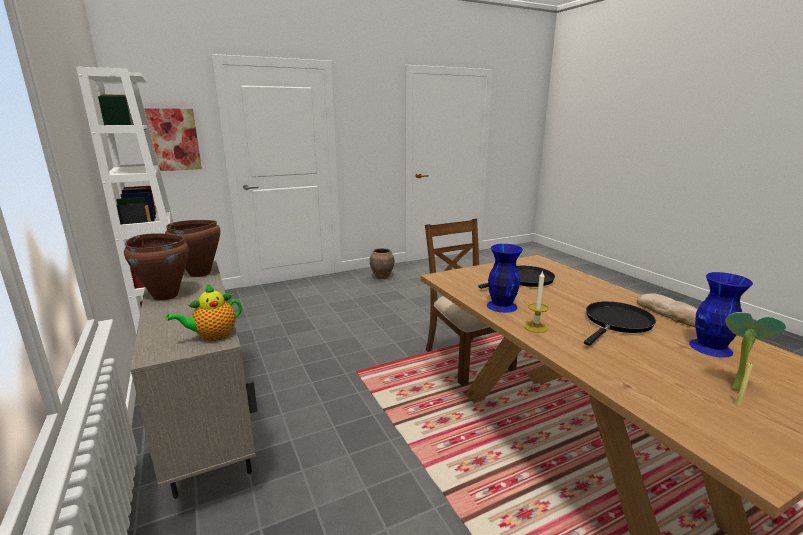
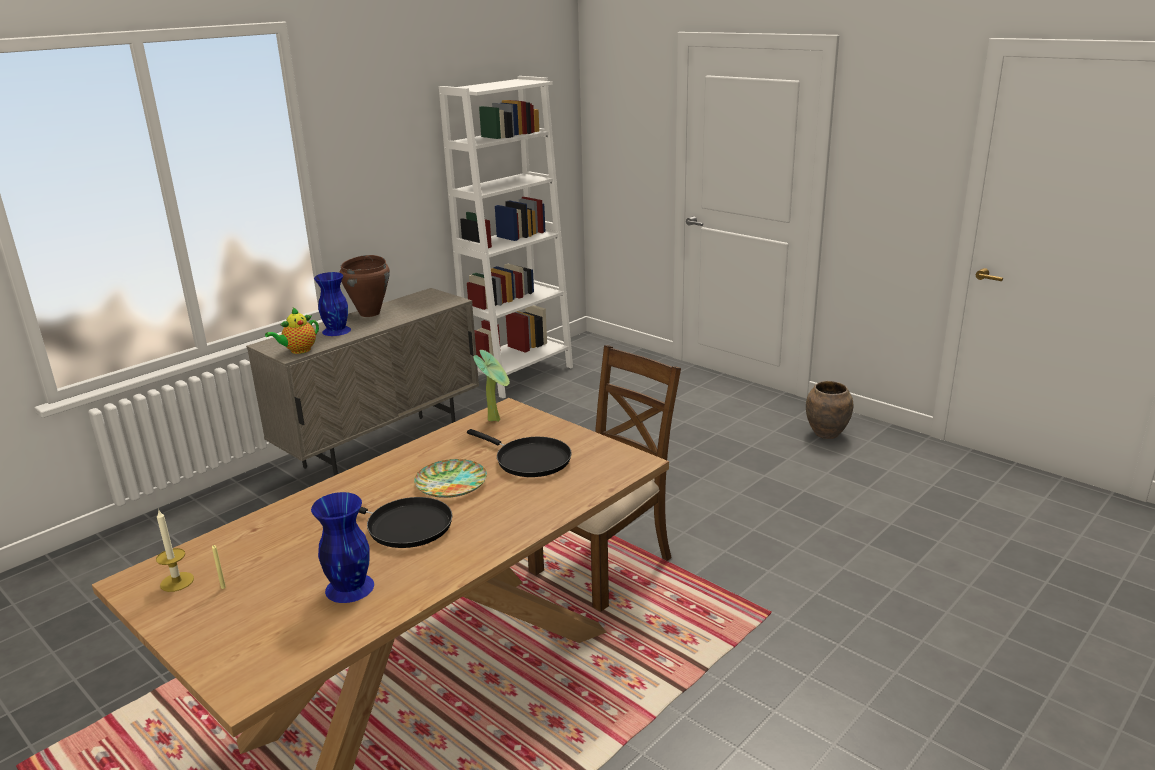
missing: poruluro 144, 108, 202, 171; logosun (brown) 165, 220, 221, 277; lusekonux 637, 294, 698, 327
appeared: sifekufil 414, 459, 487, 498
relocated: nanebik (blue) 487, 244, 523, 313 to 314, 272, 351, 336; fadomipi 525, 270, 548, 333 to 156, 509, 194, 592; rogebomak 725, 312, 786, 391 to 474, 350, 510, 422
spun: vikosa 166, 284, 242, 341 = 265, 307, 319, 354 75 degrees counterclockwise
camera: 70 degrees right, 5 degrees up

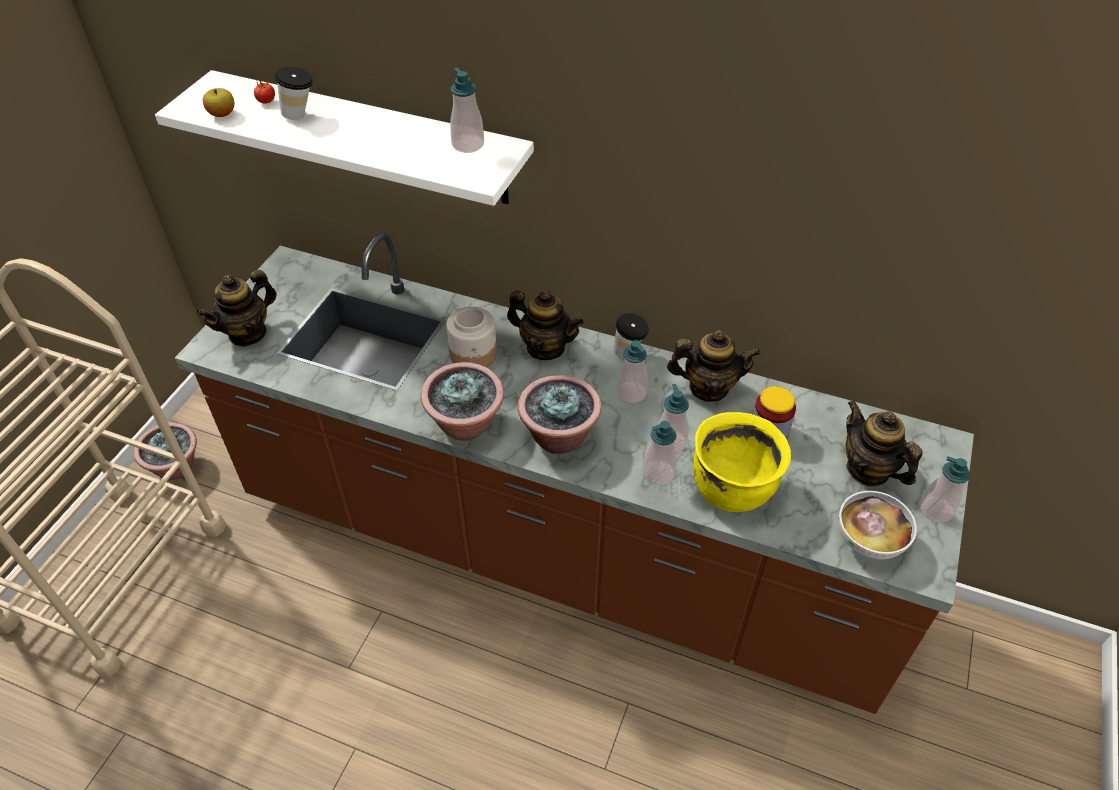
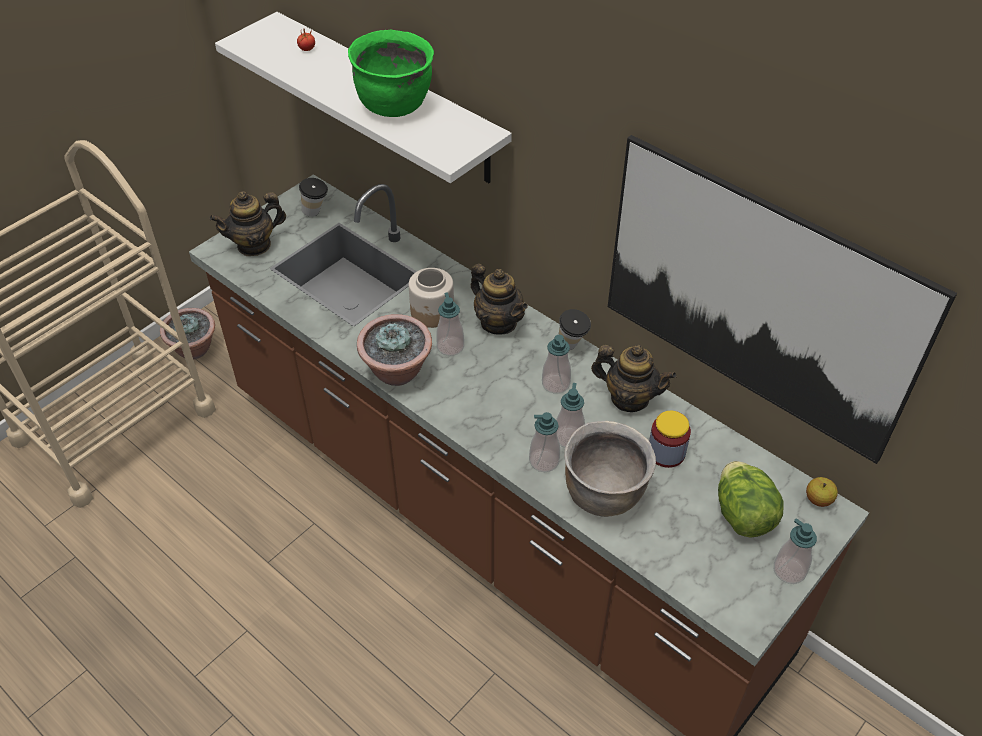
missing: rogebomak 518, 375, 601, 454; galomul 838, 491, 917, 560
appeared: logosun (green) 348, 30, 434, 117; poruluro 608, 135, 957, 464
relocated: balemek 275, 67, 313, 120 to 299, 178, 328, 217; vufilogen 450, 68, 484, 153 to 436, 292, 464, 356; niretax 203, 88, 235, 117 to 806, 477, 838, 507
exchanged: vikosa 846, 400, 923, 487 to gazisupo 718, 461, 784, 538
colour: logosun (yellow) 693, 412, 791, 512 to logosun (brown) 564, 421, 656, 517
camera: 20 degrees right, 0 degrees up

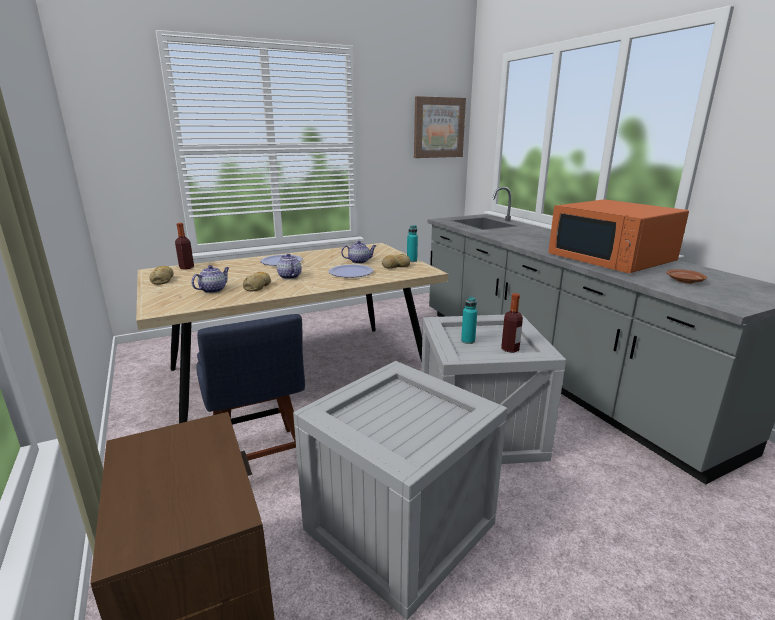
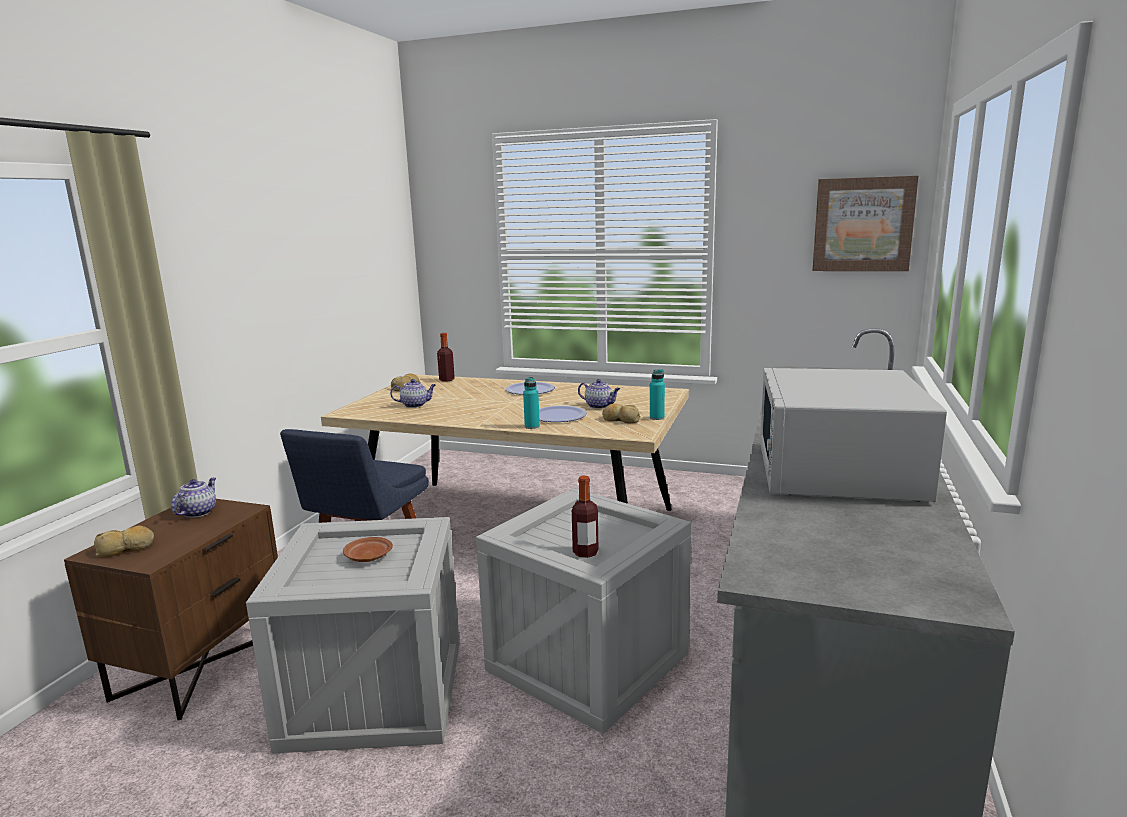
relocated: vikosa 277, 254, 302, 279 to 171, 478, 216, 518; sifekufil (brown) 666, 269, 707, 284 to 343, 537, 393, 562; lusekonux 243, 272, 271, 291 to 94, 526, 154, 557; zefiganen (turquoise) 461, 296, 477, 344 to 523, 377, 540, 429
colour: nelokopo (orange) 548, 199, 689, 273 to nelokopo (white) 760, 368, 947, 502
camera: 45 degrees right, 5 degrees down

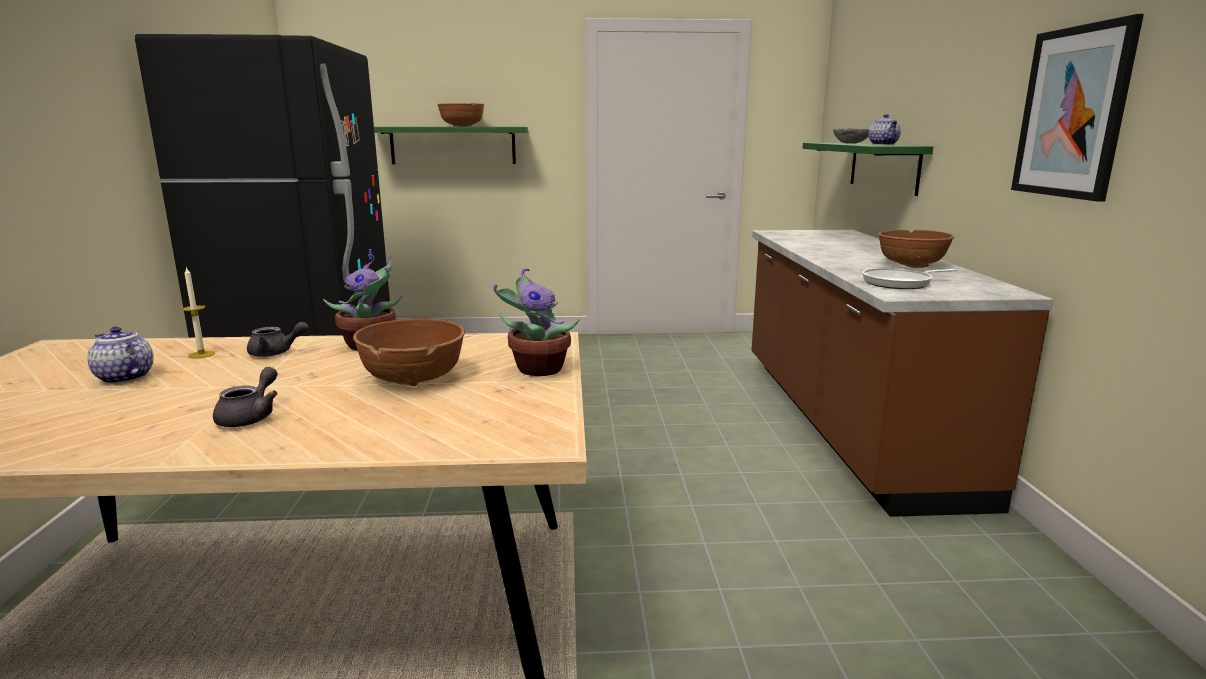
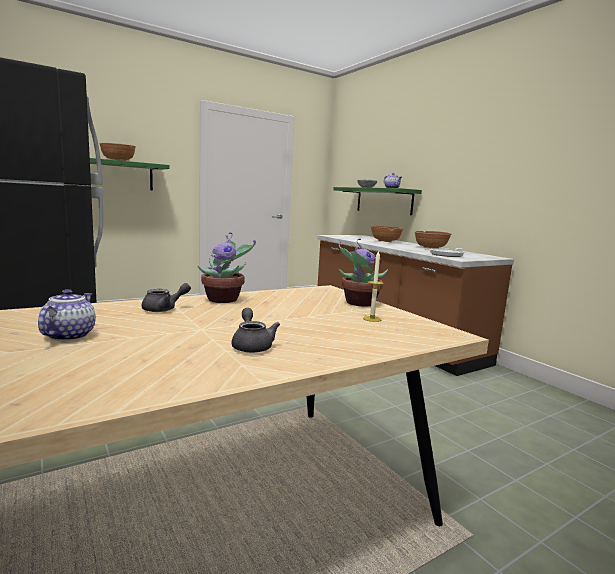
missing: poruluro 1011, 14, 1144, 202
relocated: fadomipi 182, 267, 215, 359 to 363, 250, 383, 322; galomul (brown) 353, 319, 465, 386 to 371, 226, 403, 242
spun: vikosa 87, 327, 154, 384 = 38, 289, 96, 341 90 degrees clockwise
camera: 30 degrees left, 5 degrees down

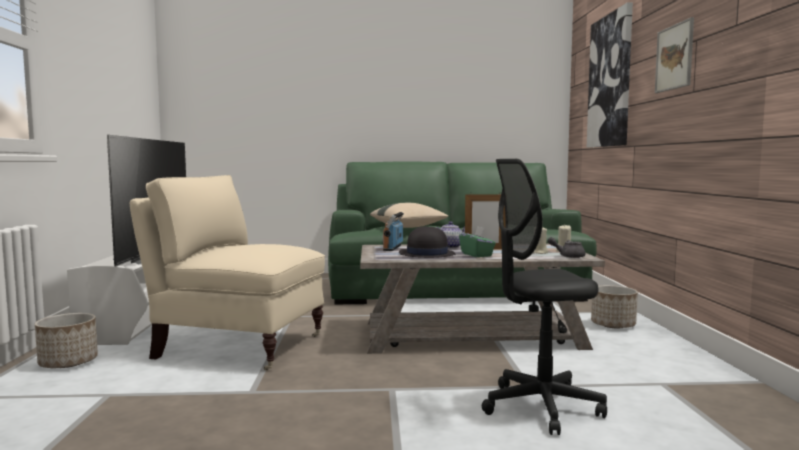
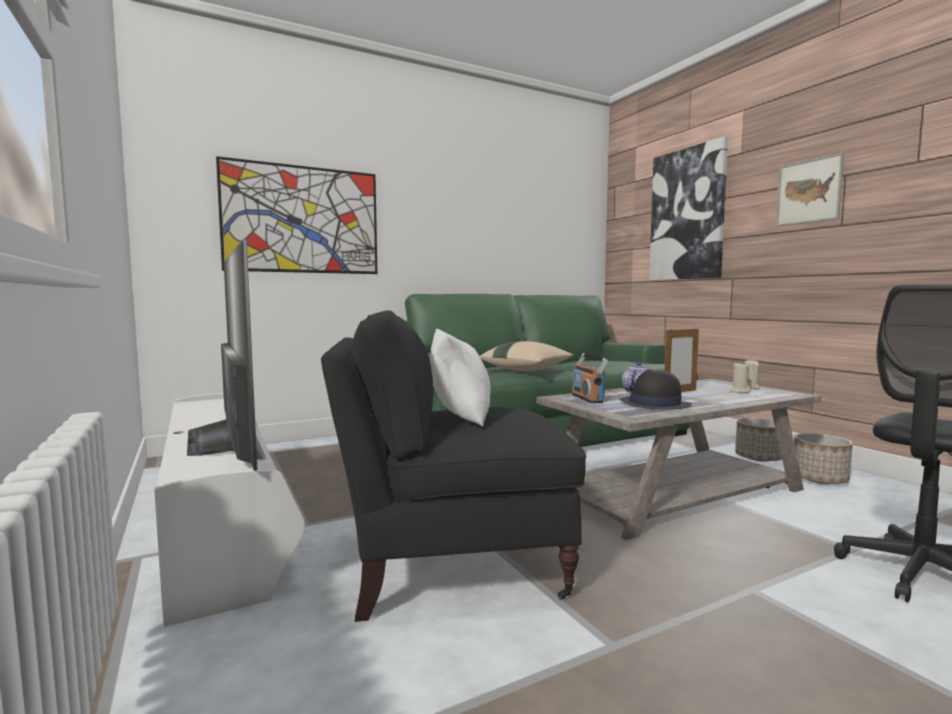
missing: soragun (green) 459, 226, 496, 257; vikosa (grey) 547, 237, 585, 258
appeared: poruluro 216, 156, 377, 274; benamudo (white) 430, 329, 490, 426
relocated: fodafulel 35, 313, 98, 368 to 794, 433, 853, 484
colour: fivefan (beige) 130, 175, 325, 371 to fivefan (black) 321, 310, 586, 622
camera: 25 degrees left, 0 degrees up

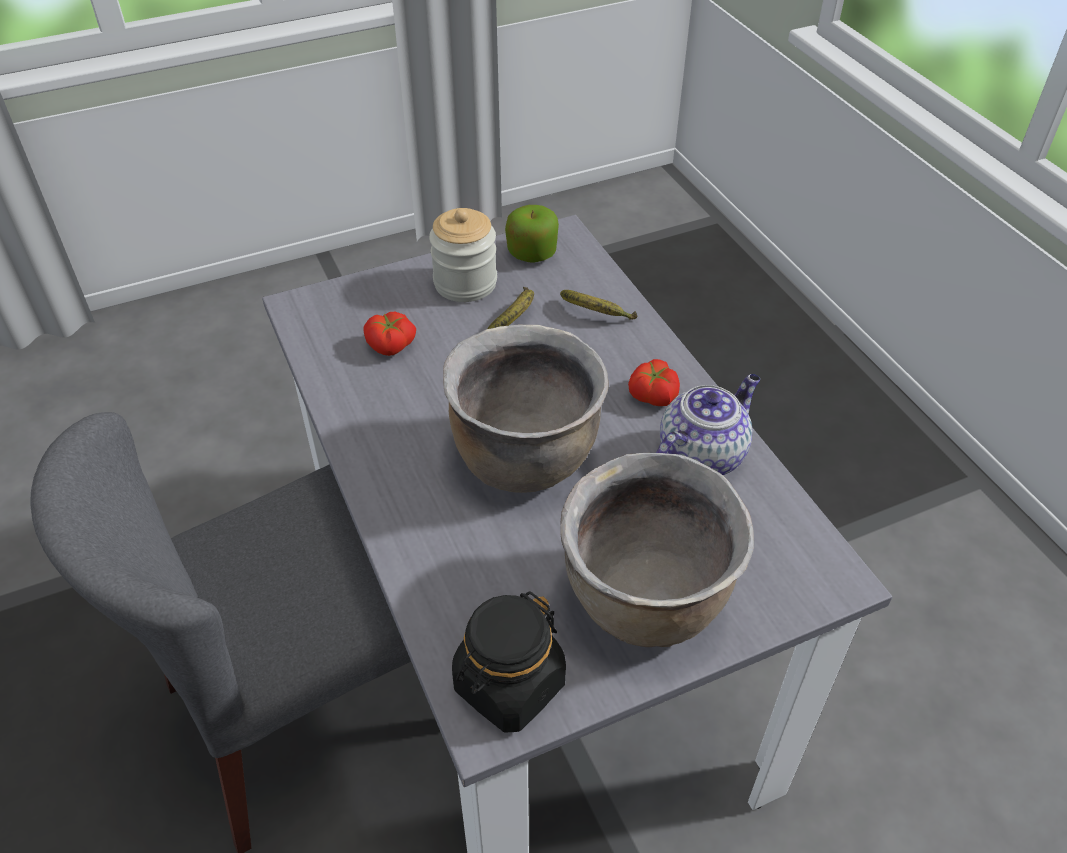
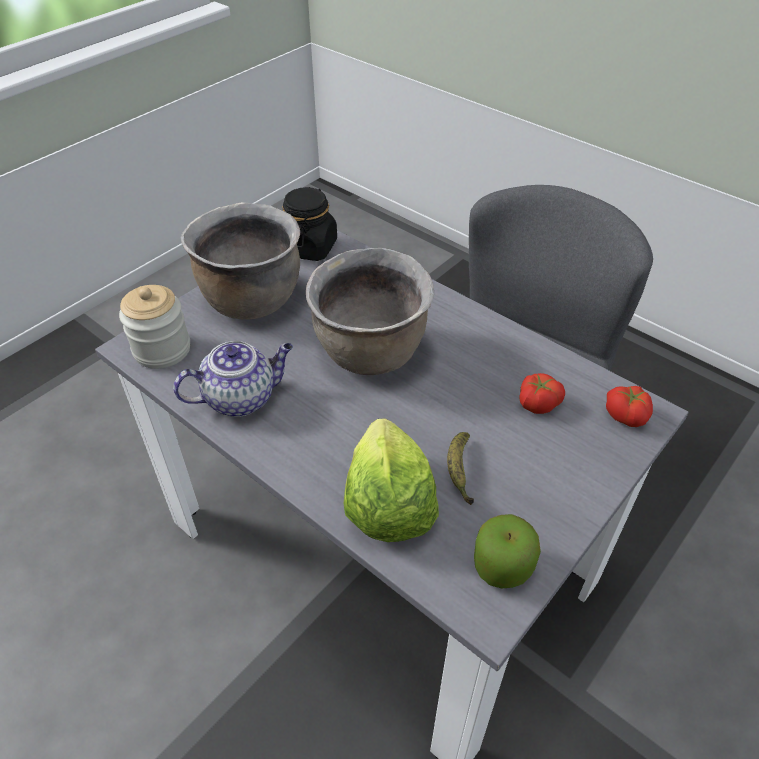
relocated: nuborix 429, 208, 497, 302 to 119, 285, 190, 369; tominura 628, 359, 680, 406 to 606, 386, 653, 427
exchanged: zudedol 560, 290, 638, 320 to gazisupo 344, 418, 439, 542
spun: vikosa 656, 374, 760, 475 = 173, 341, 293, 417 135 degrees counterclockwise
camera: 155 degrees right, 0 degrees up

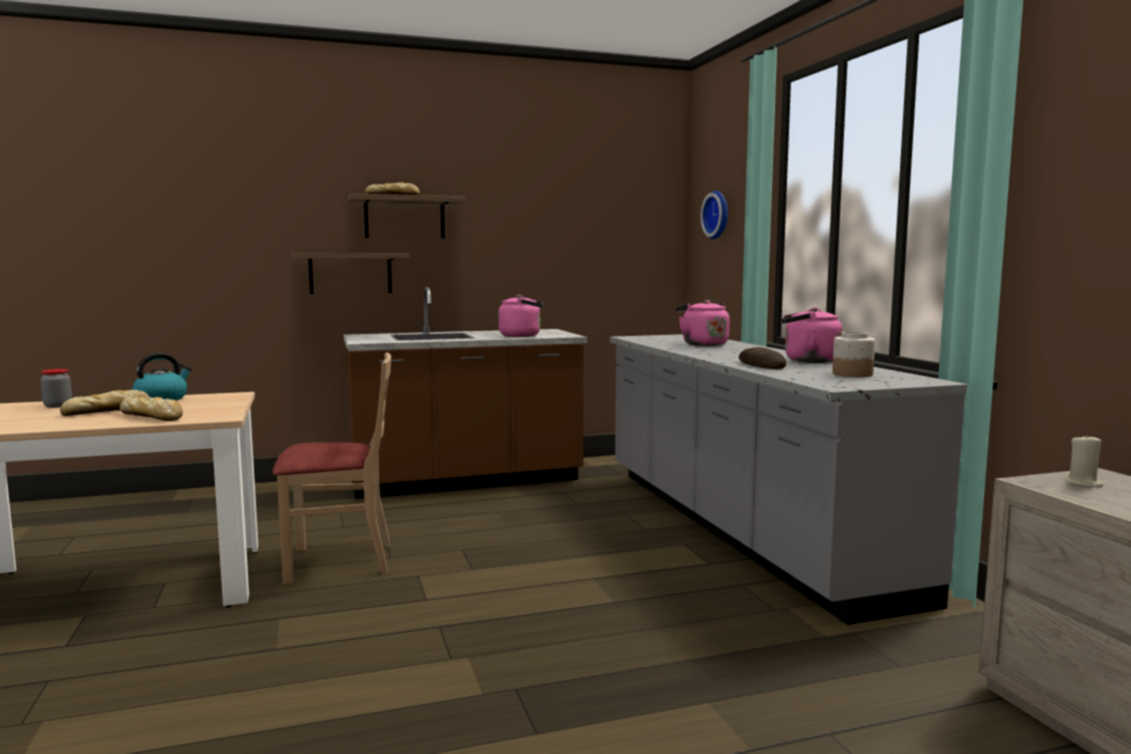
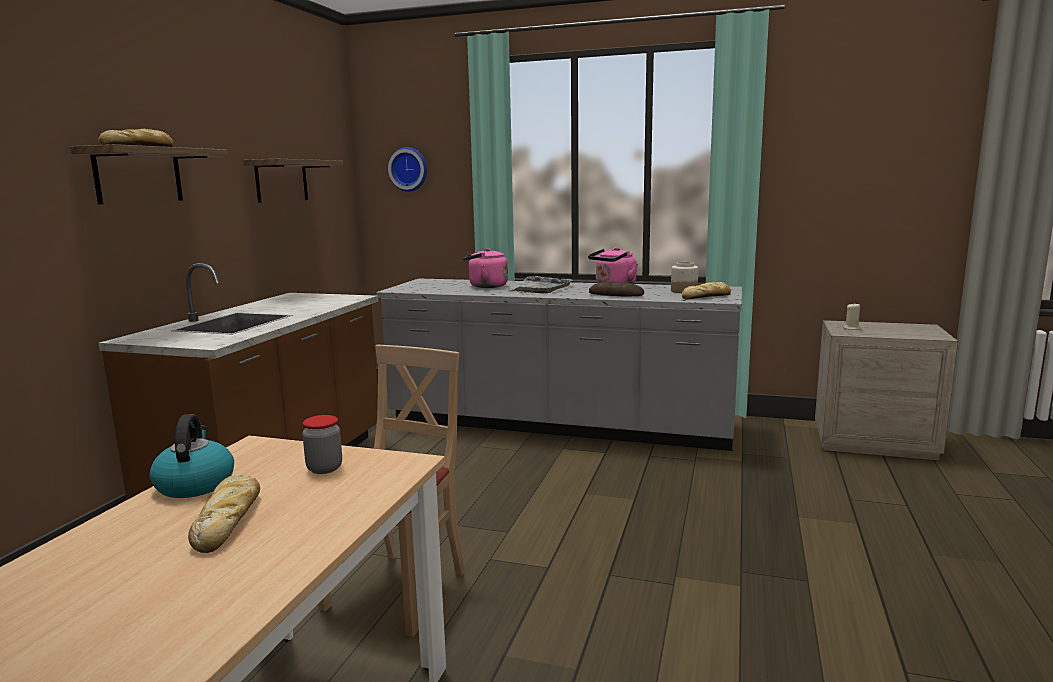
missing: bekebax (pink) 498, 295, 544, 337
appeared: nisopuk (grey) 506, 276, 573, 293
relocated: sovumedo 291, 253, 410, 294 to 243, 159, 344, 203; nuborix 40, 369, 72, 408 to 302, 415, 342, 474; lusekonux 120, 397, 183, 421 to 682, 282, 731, 300
camera: 55 degrees left, 5 degrees up

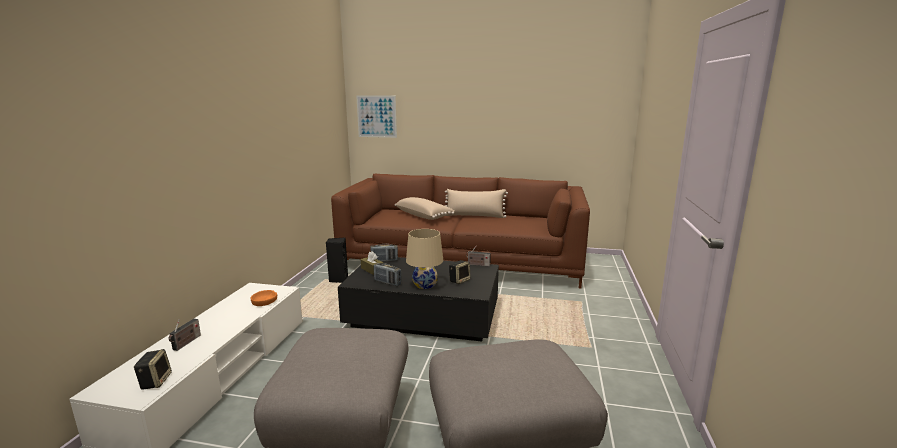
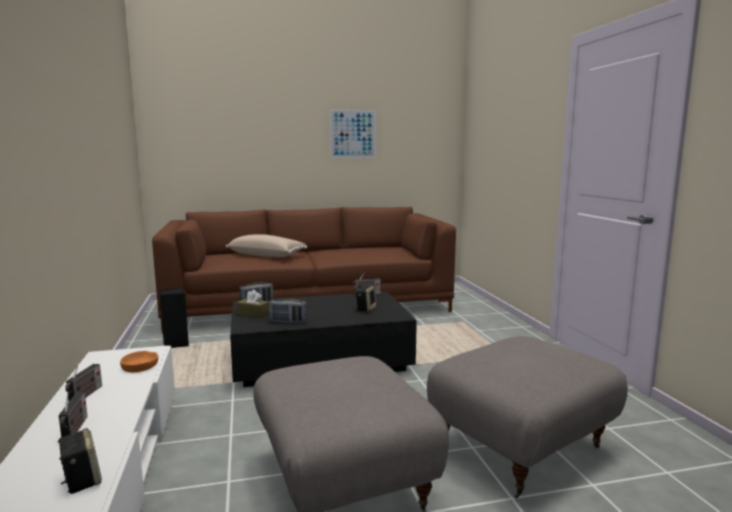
missing: benamudo (beige) 445, 189, 508, 218; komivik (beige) 406, 229, 443, 289
appeared: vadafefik 65, 362, 102, 401
relocated: poruluro 356, 96, 397, 138 to 329, 109, 376, 158
camera: 25 degrees left, 5 degrees down

